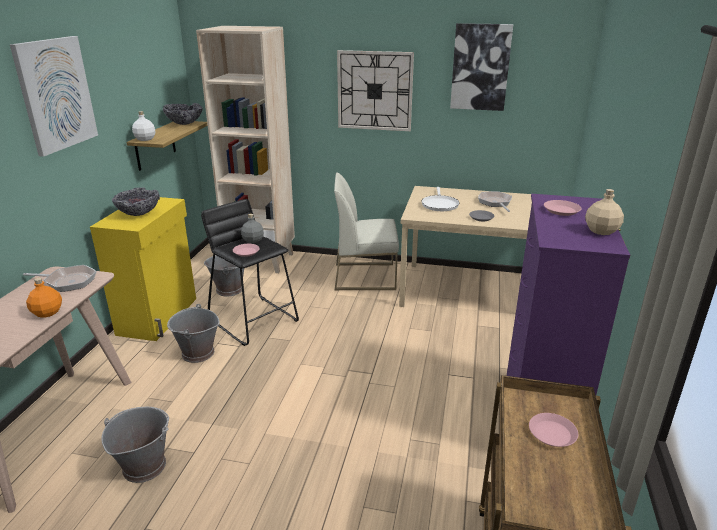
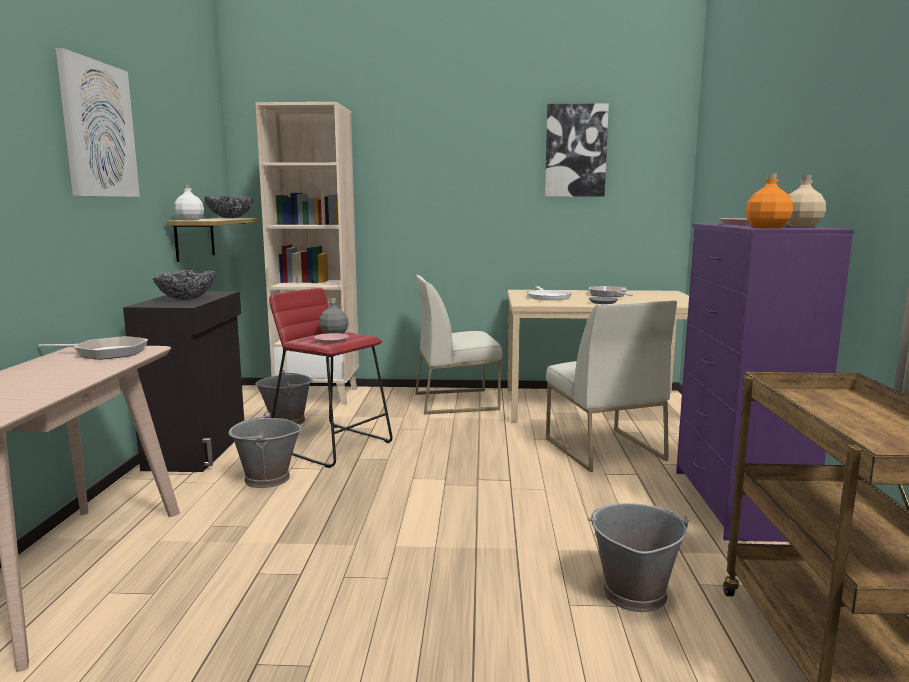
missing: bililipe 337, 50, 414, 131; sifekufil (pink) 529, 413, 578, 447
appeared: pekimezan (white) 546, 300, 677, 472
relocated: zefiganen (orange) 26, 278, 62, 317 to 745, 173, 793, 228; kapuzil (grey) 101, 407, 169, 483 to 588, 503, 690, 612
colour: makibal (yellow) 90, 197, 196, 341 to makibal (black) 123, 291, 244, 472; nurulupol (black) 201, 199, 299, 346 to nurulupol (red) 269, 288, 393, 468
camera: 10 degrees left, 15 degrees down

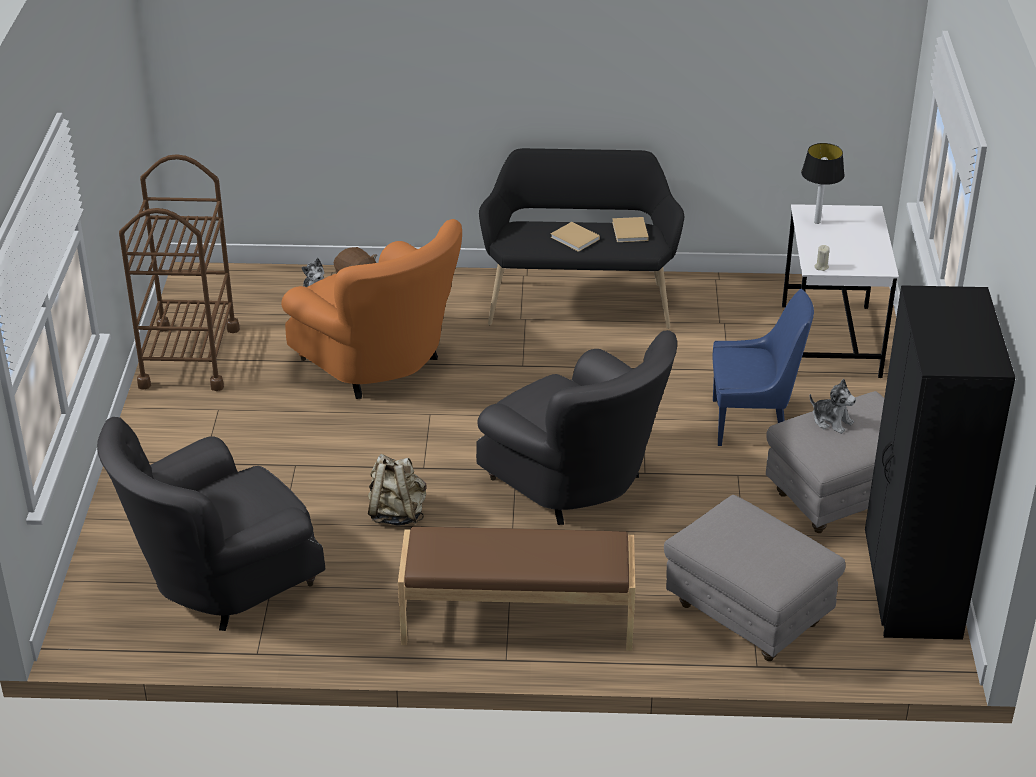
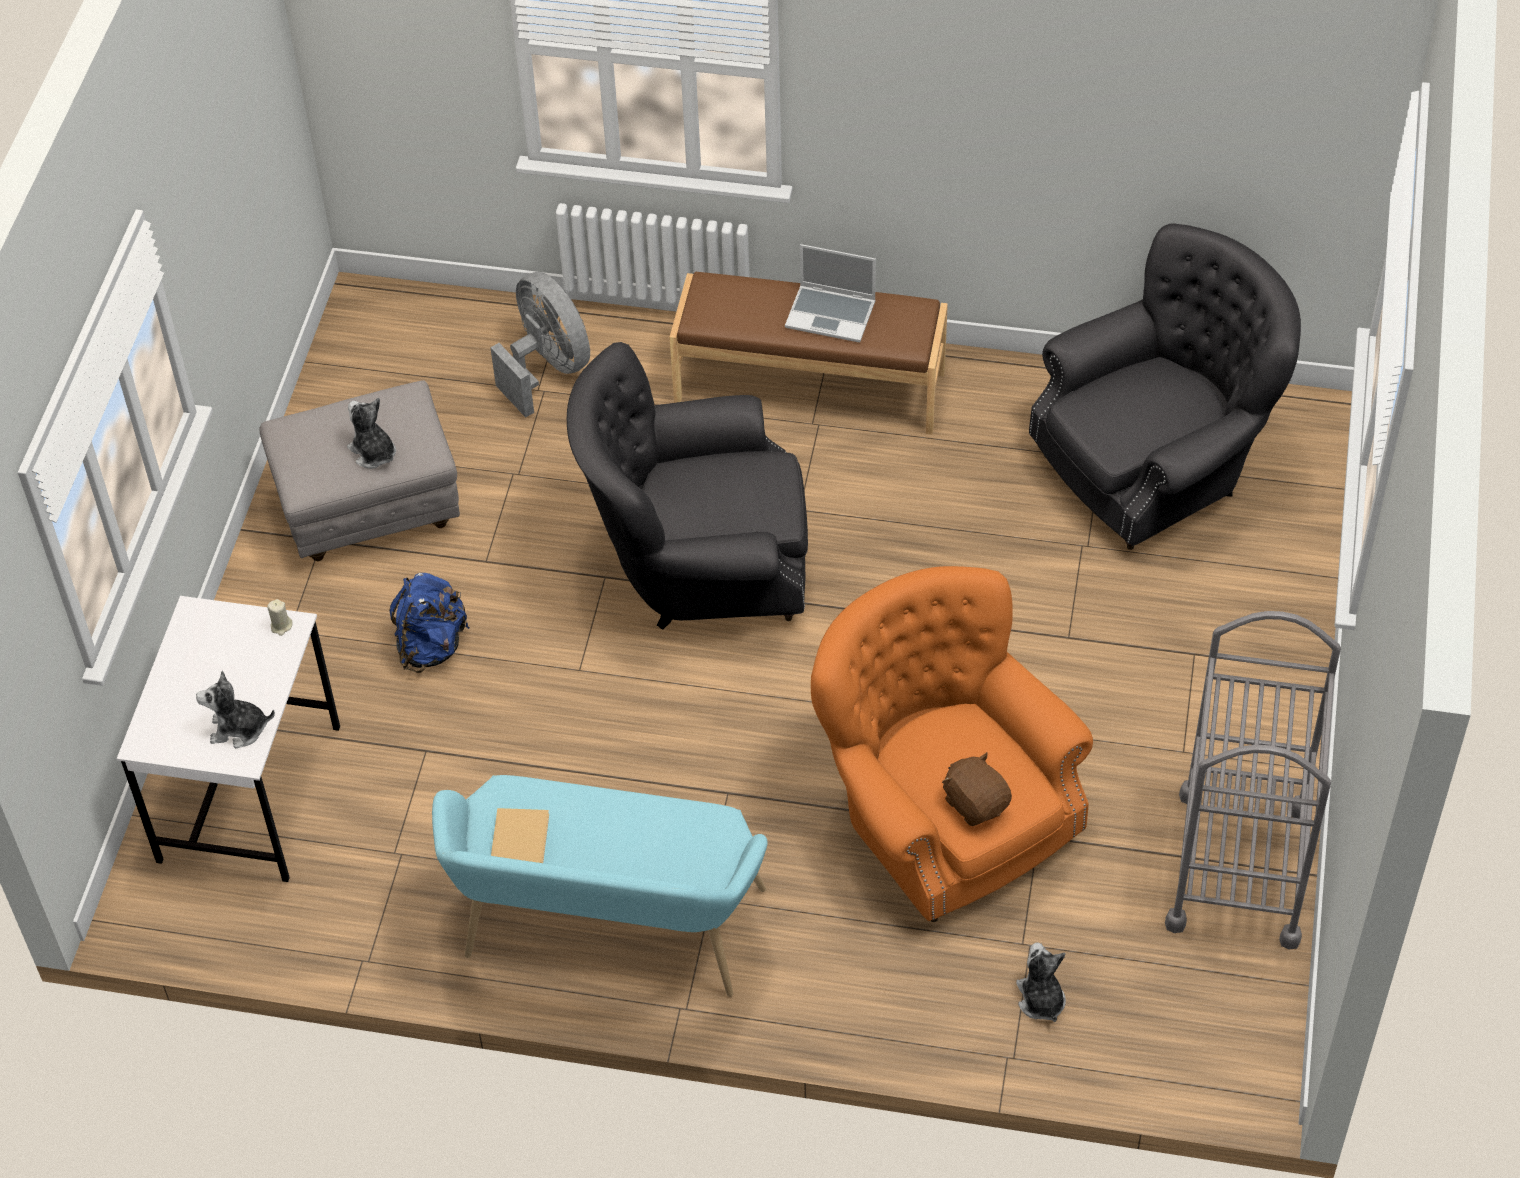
missing: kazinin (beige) 550, 222, 600, 252; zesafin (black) 865, 285, 1016, 640; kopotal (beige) 368, 454, 427, 526
appeared: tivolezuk 785, 244, 876, 342
exchanged: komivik 801, 143, 845, 224 to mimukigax 196, 671, 275, 748; pekimezan (blue) 712, 289, 814, 446 to kopotal (blue) 389, 573, 469, 673; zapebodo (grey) 664, 495, 846, 661 to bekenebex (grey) 490, 271, 590, 418
colour: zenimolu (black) 479, 148, 684, 329 to zenimolu (turquoise) 432, 775, 768, 997; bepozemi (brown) 119, 154, 240, 391 to bepozemi (grey) 1165, 611, 1341, 950
spun: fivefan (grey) 476, 330, 677, 525 = 567, 342, 808, 630 60 degrees counterclockwise
camera: 170 degrees left, 15 degrees up

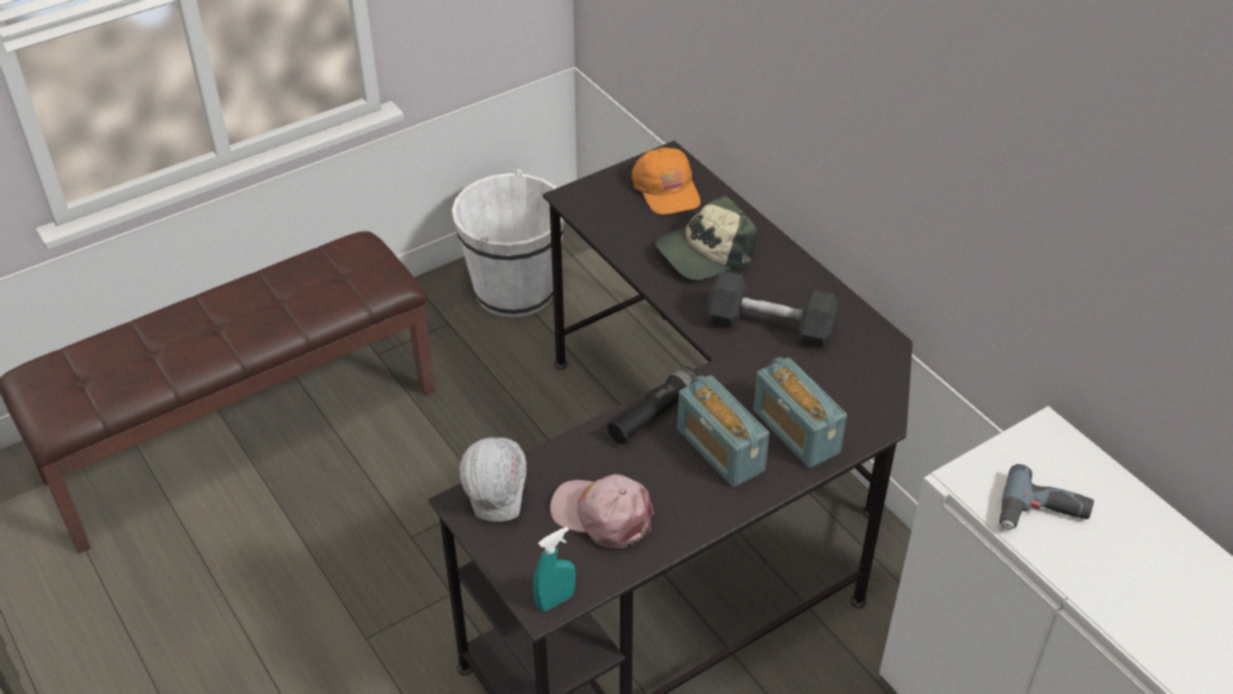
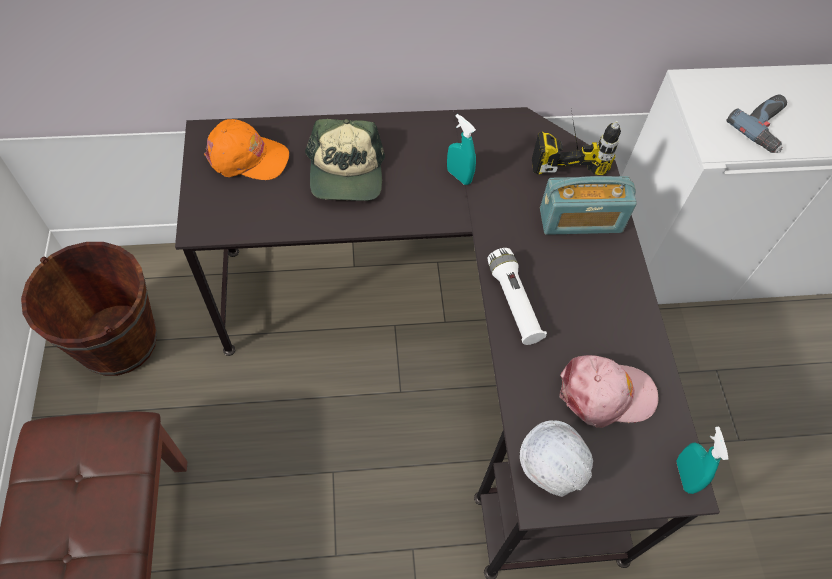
missing: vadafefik 677, 375, 769, 487
appeared: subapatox 532, 116, 621, 176
exchanged: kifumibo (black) 707, 271, 838, 347 to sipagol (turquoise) 447, 114, 476, 185
colour: kapuzil (white) 452, 170, 565, 317 to kapuzil (brown) 21, 242, 157, 376; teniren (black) 608, 367, 698, 445 to teniren (white) 488, 248, 547, 345
spun: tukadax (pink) 550, 474, 655, 549 = 559, 355, 658, 428 150 degrees counterclockwise
camera: 65 degrees left, 15 degrees up

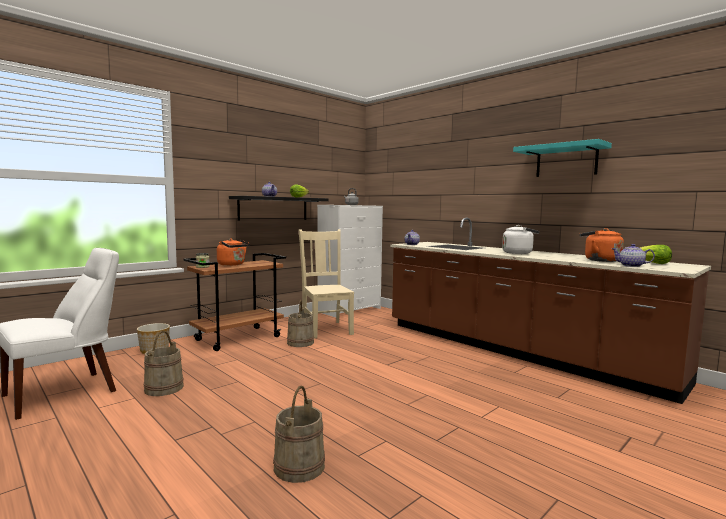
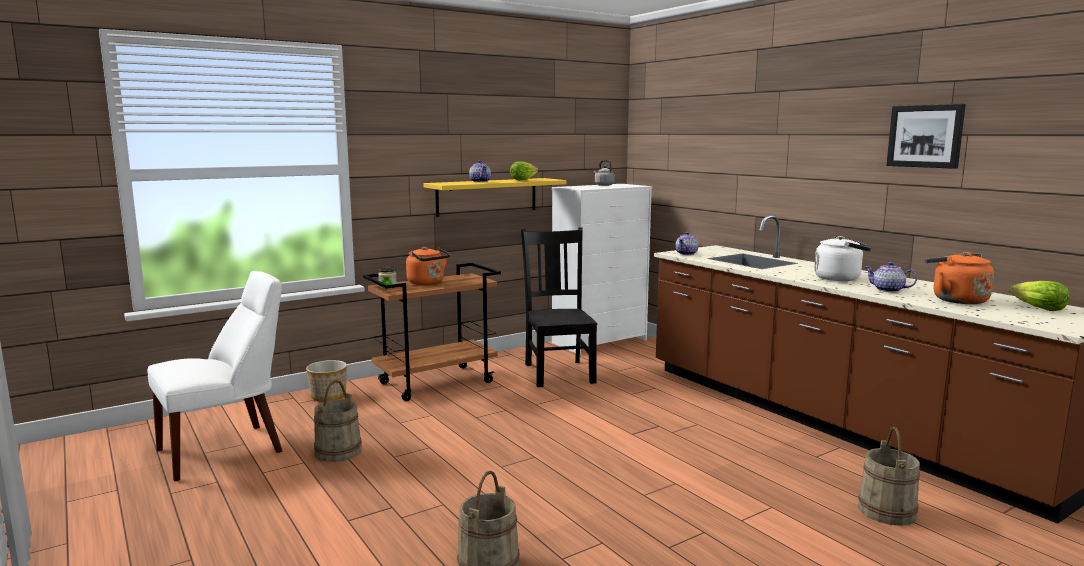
relocated: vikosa 611, 244, 655, 267 to 864, 262, 917, 292; kapuzil (beige) 287, 300, 314, 347 to 857, 427, 920, 526
exchanged: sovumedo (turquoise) 513, 139, 612, 177 to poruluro 886, 104, 966, 169
colour: sovumedo (black) 229, 196, 328, 221 to sovumedo (yellow) 423, 178, 567, 217; pekimezan (beige) 299, 229, 354, 338 to pekimezan (black) 521, 228, 597, 387
camera: 10 degrees right, 5 degrees up

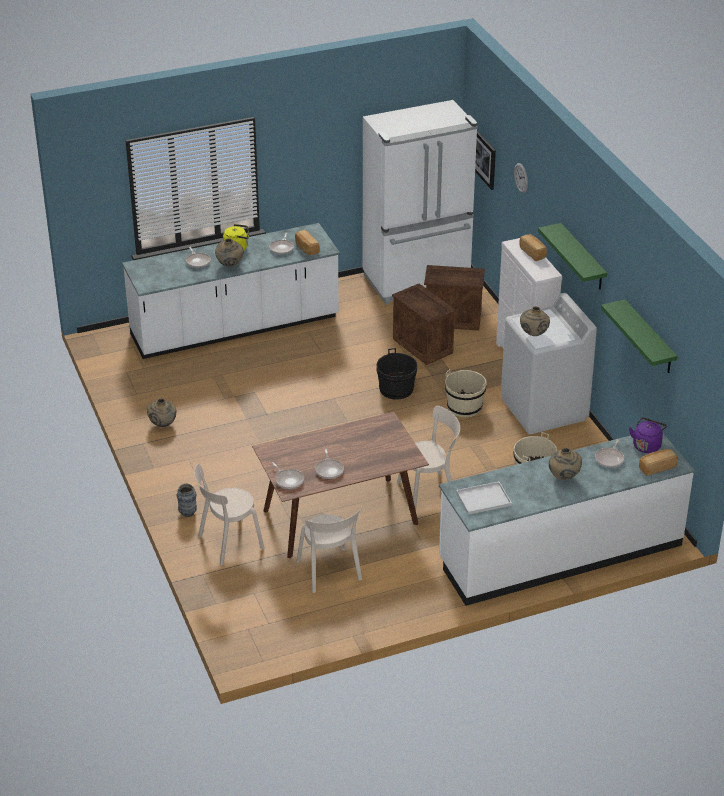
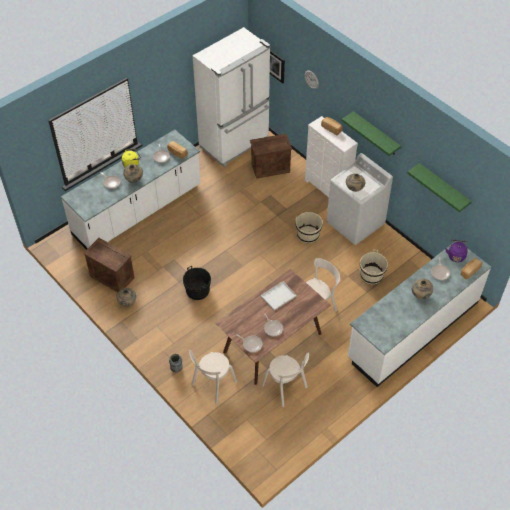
relocated: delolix 392, 284, 456, 365 to 83, 238, 135, 292; kapuzil (black) 376, 348, 417, 399 to 183, 266, 211, 300; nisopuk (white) 456, 481, 512, 515 to 261, 282, 297, 311
camera: 20 degrees left, 15 degrees up

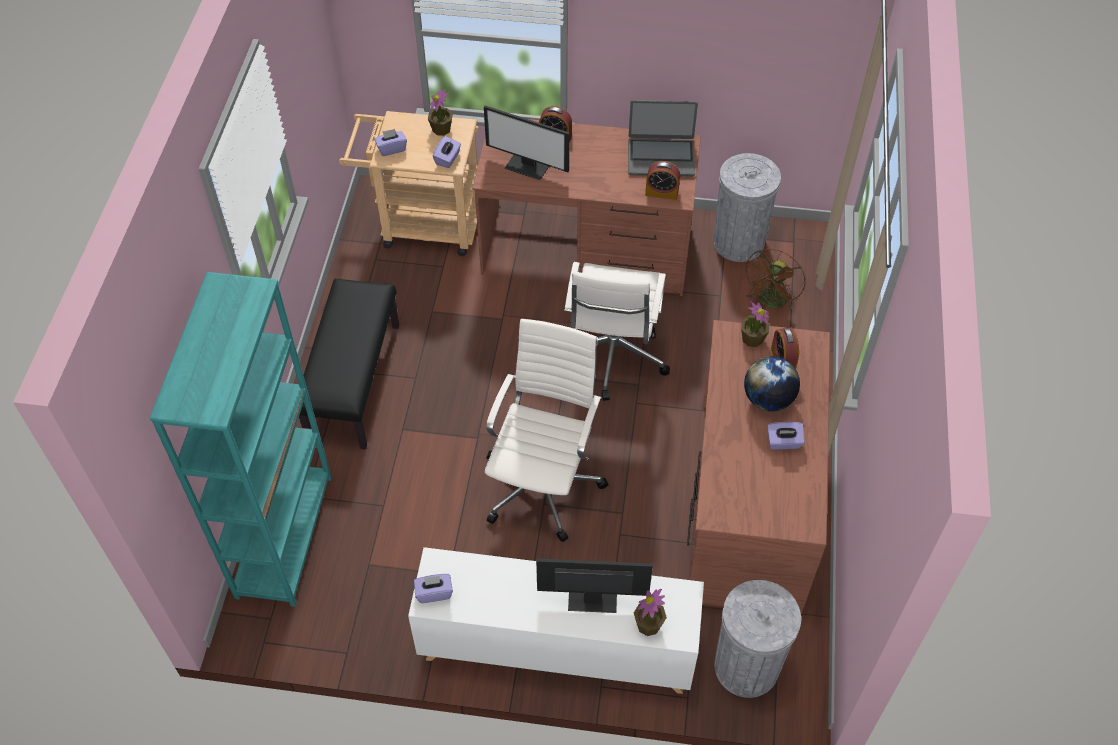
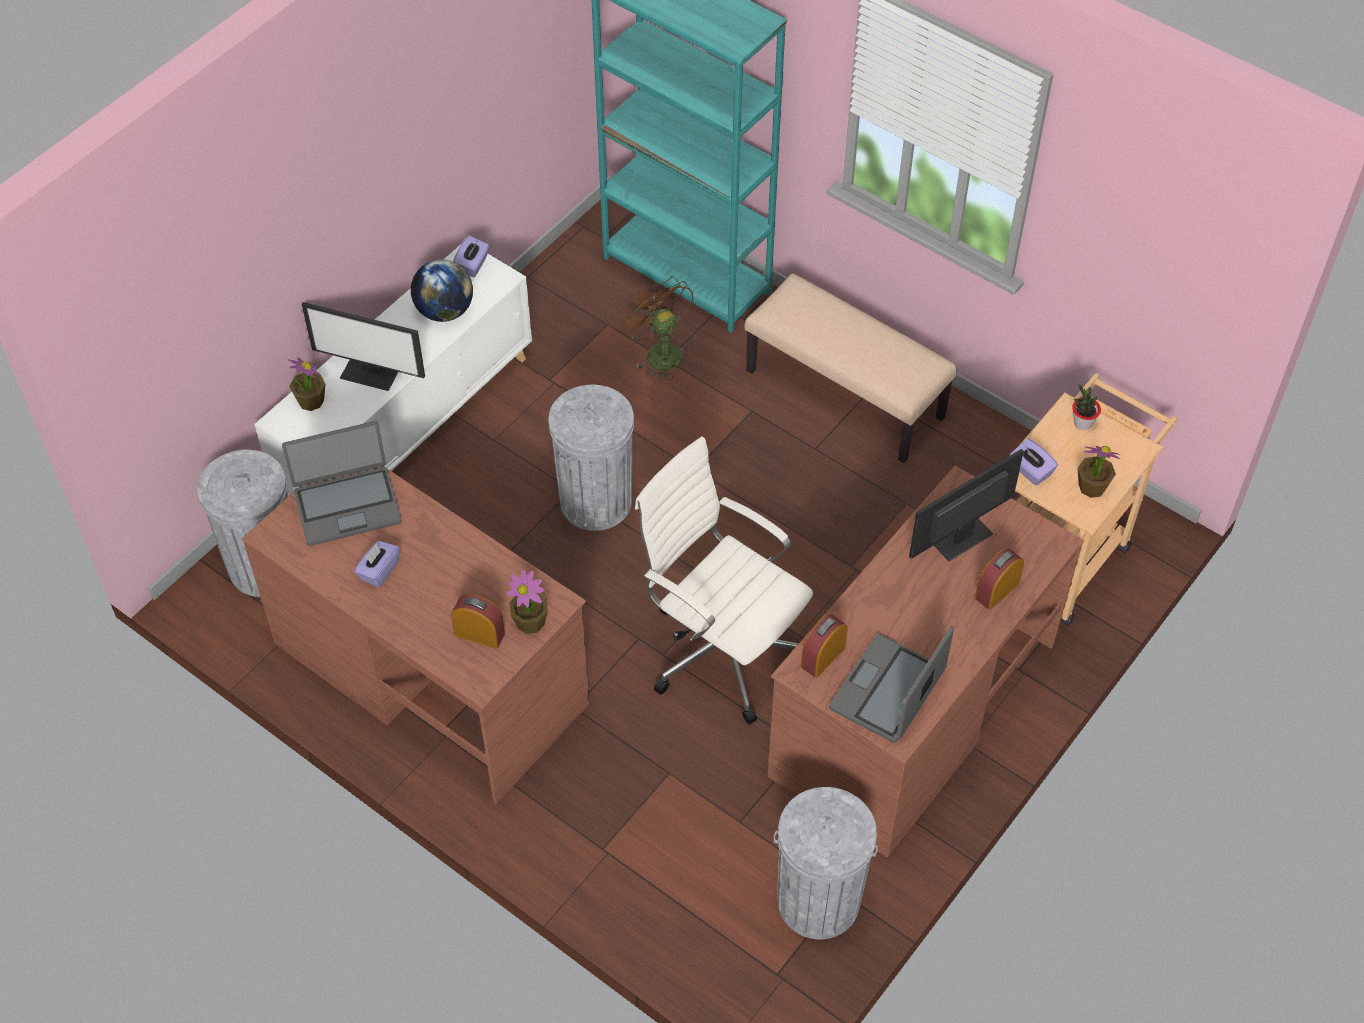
appeared: tivolezuk 282, 421, 402, 546
relocated: bekenebex (brown) 742, 249, 806, 309 to 618, 276, 693, 380; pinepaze 744, 356, 800, 411 to 411, 259, 473, 322
exchanged: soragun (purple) 374, 129, 407, 156 to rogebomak 1072, 384, 1101, 430; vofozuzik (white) 485, 319, 609, 542 to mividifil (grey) 549, 384, 634, 531
colour: zenimolu (black) 299, 279, 399, 449 to zenimolu (beige) 744, 274, 957, 463
spun: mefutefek 536, 559, 653, 613 = 302, 302, 425, 391 75 degrees clockwise
camera: 120 degrees right, 0 degrees up

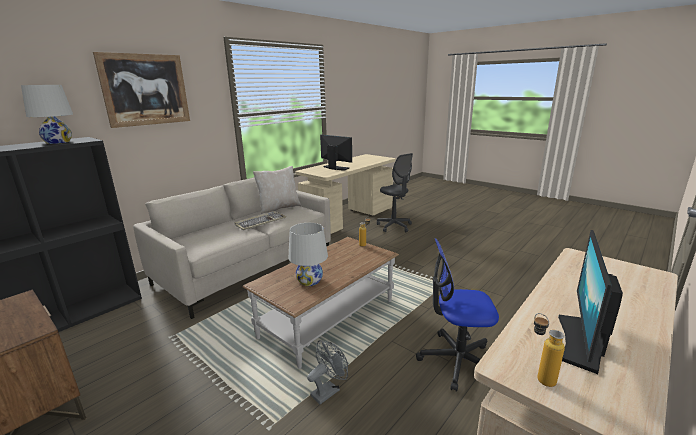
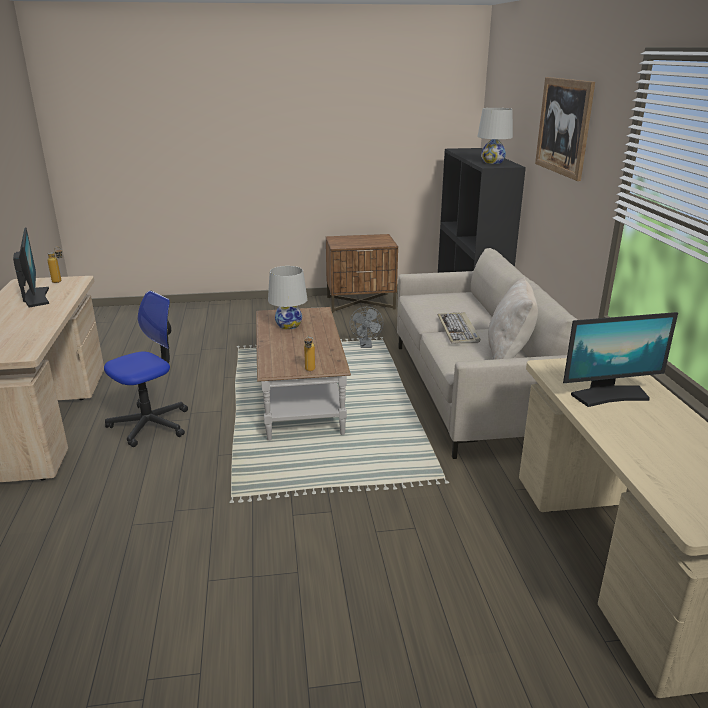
missing: vofozuzik (grey) 377, 153, 413, 232
relocated: bekenebex (grey) 307, 340, 348, 404 to 350, 307, 383, 348
camera: 130 degrees right, 5 degrees up

